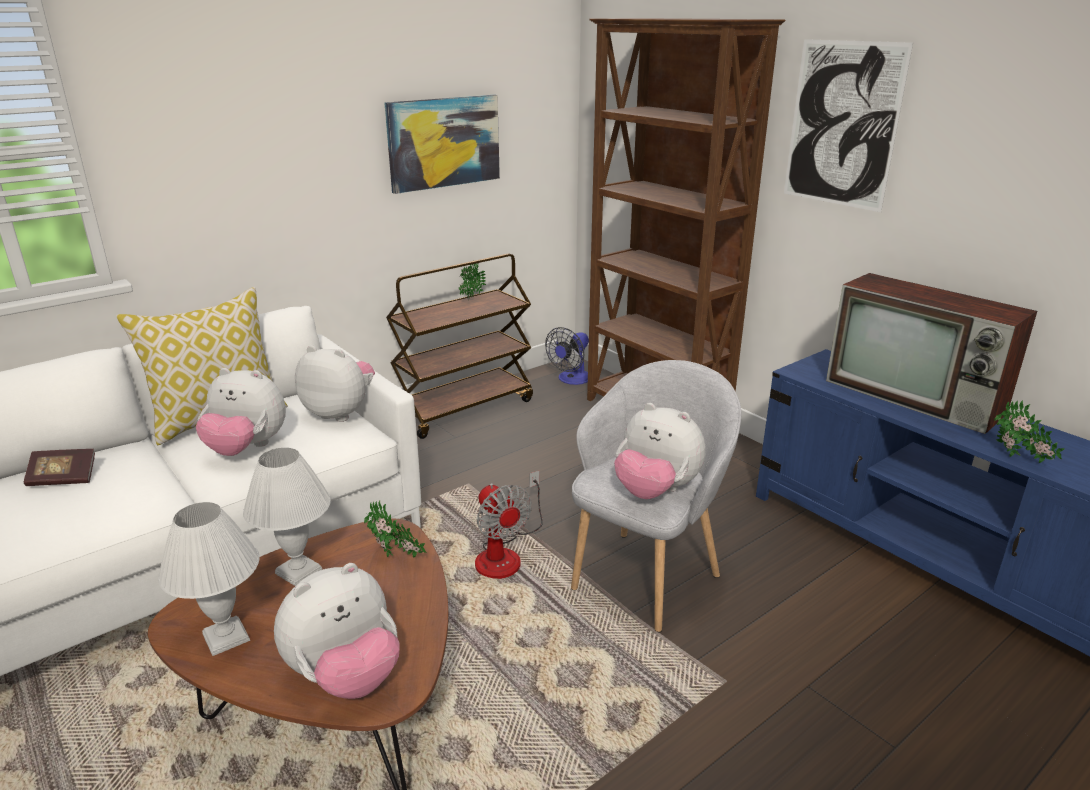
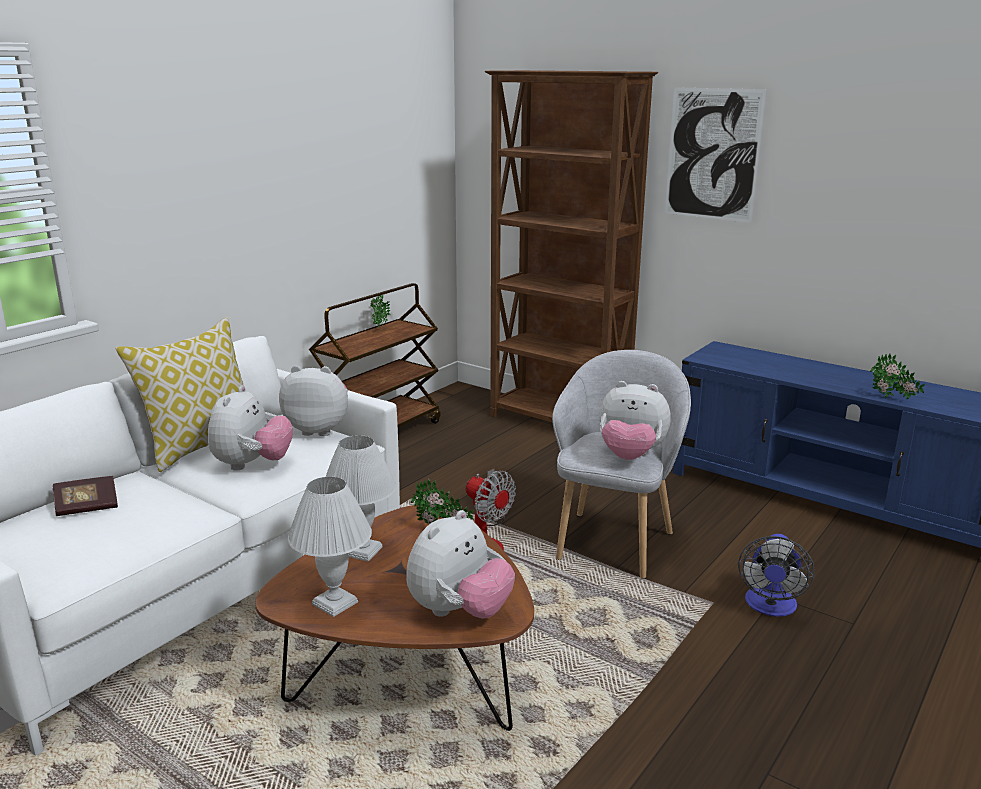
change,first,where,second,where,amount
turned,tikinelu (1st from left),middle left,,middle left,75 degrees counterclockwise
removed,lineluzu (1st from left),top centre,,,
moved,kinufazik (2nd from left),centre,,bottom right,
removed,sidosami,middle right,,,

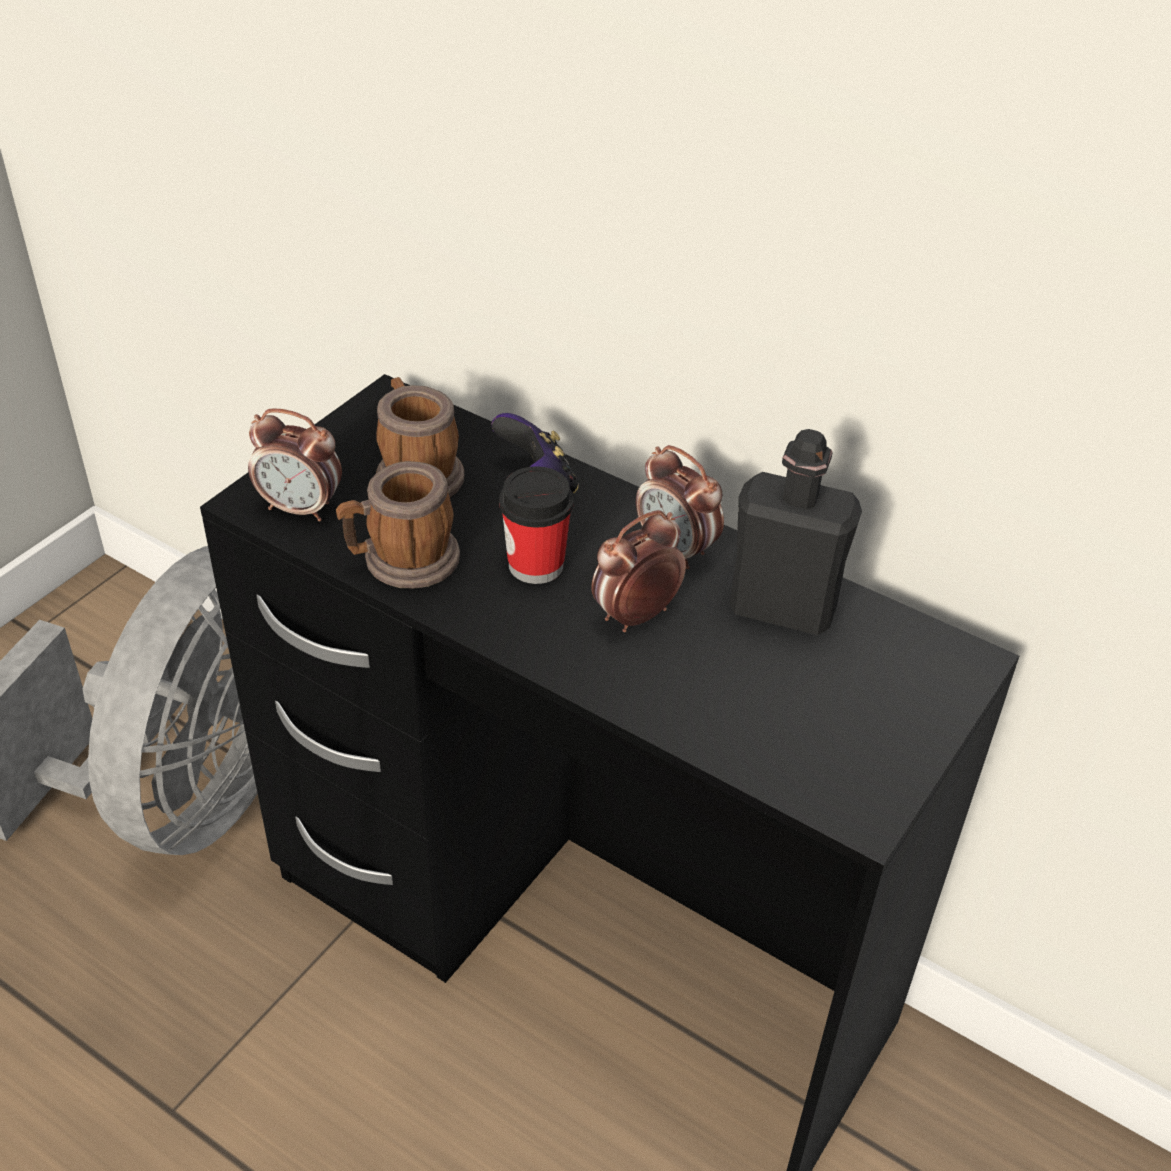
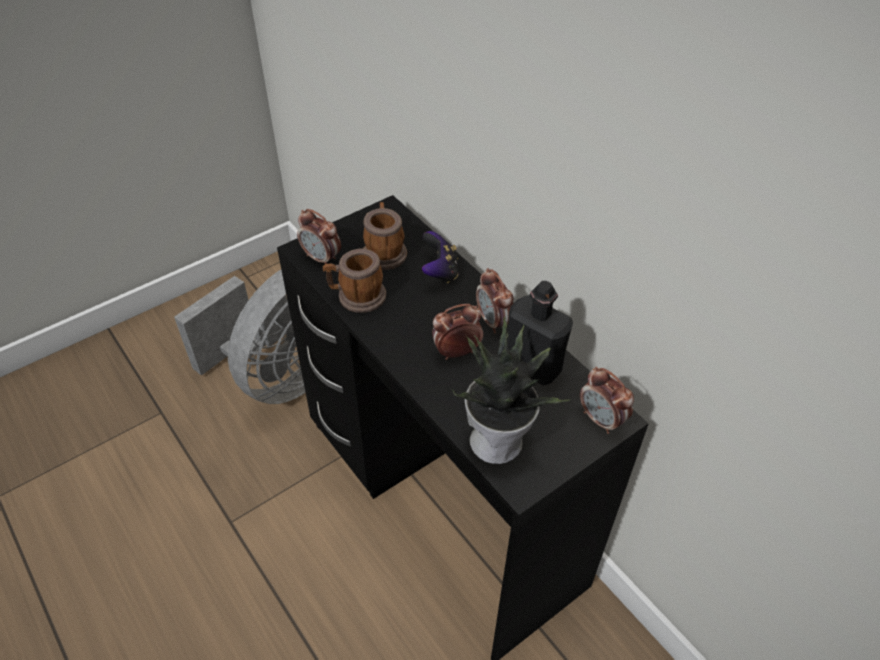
change,first,where,second,where,amount
removed,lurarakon,centre,,,
added,,,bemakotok,centre,
added,,,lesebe (4th from left),middle right,

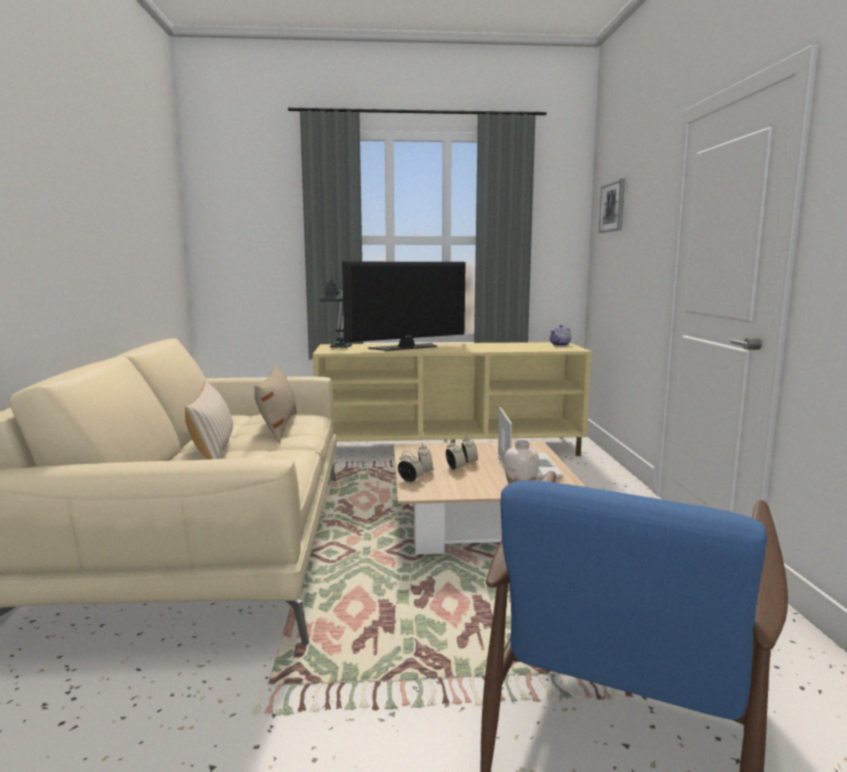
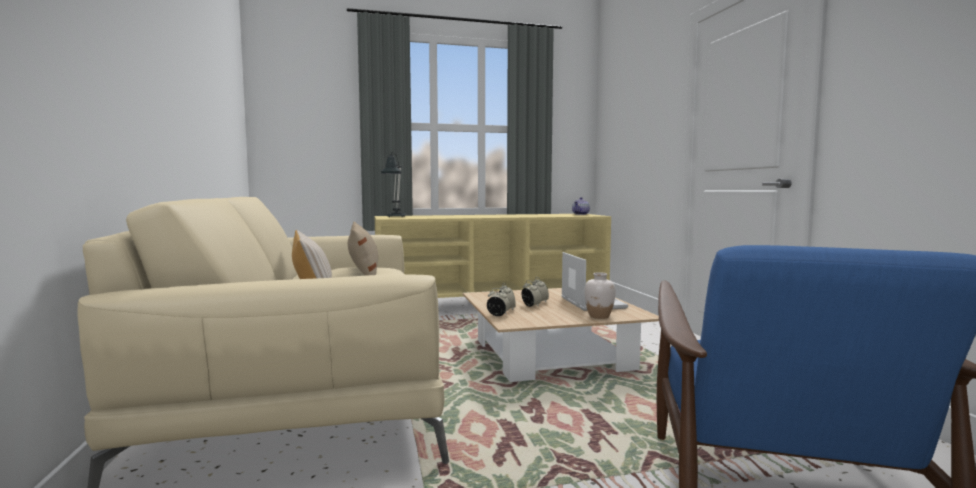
change,first,where,second,where,amount
removed,sidosami,centre,,,
removed,lineluzu,top right,,,

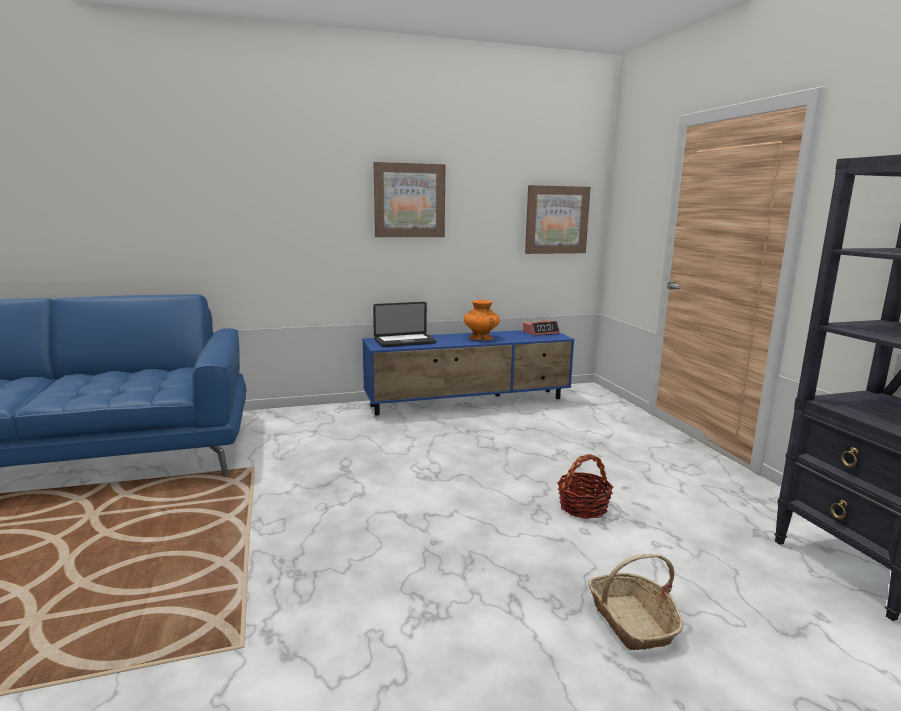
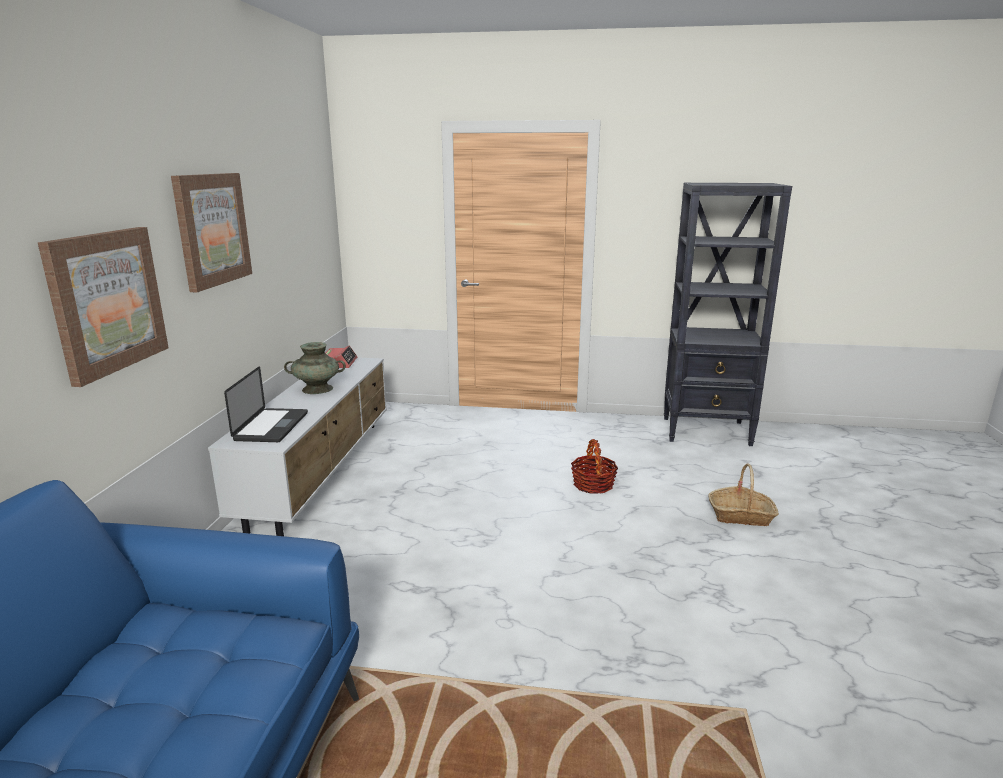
change,first,where,second,where,amount
recoloured,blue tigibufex,centre,white tigibufex,middle left,
recoloured,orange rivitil,centre,turquoise rivitil,middle left,
moved,lineluzu (2nd from left in the first image),top centre,lineluzu (1st from left),middle left,

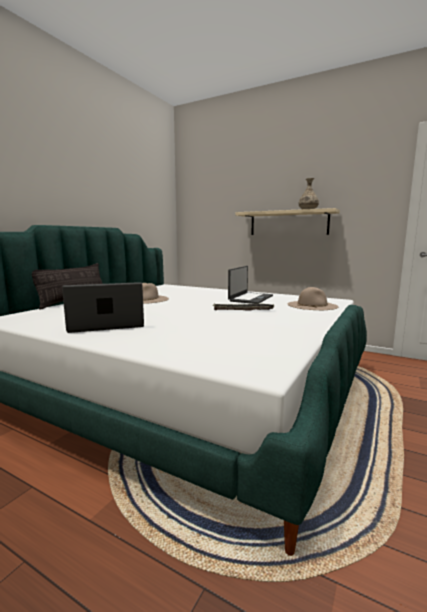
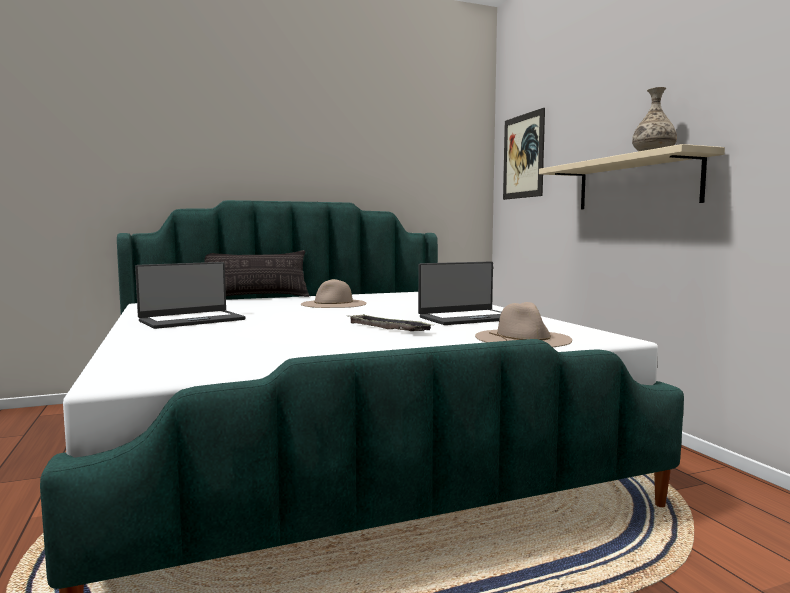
change,first,where,second,where,amount
turned,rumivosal (1st from left),middle left,,middle left,120 degrees clockwise
added,,,lineluzu,top centre,

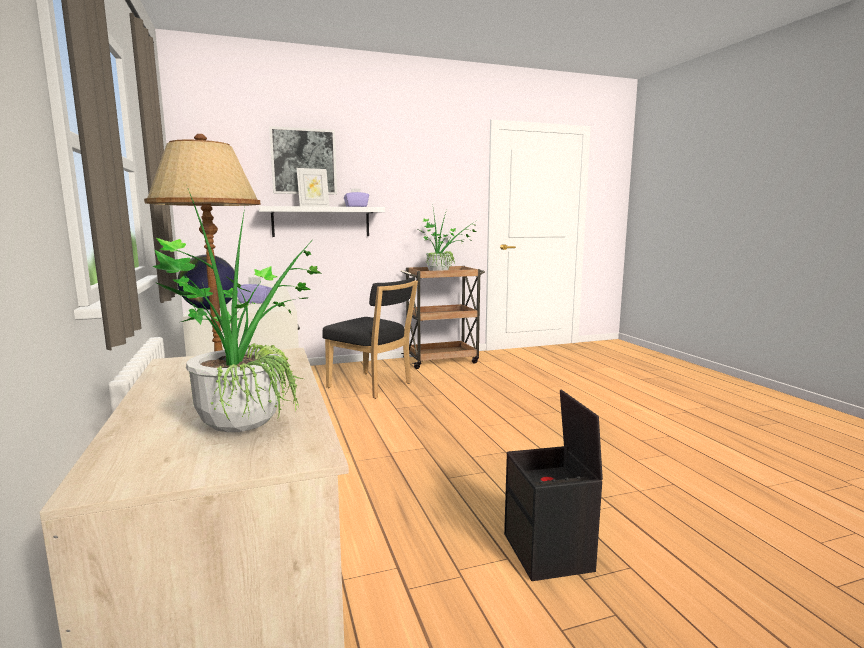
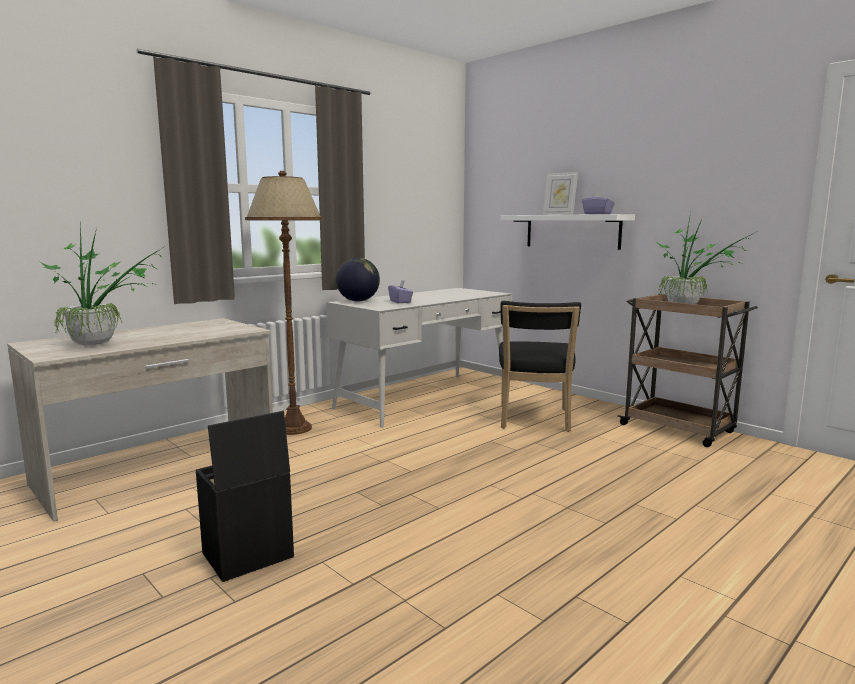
change,first,where,second,where,amount
removed,lineluzu,top centre,,,

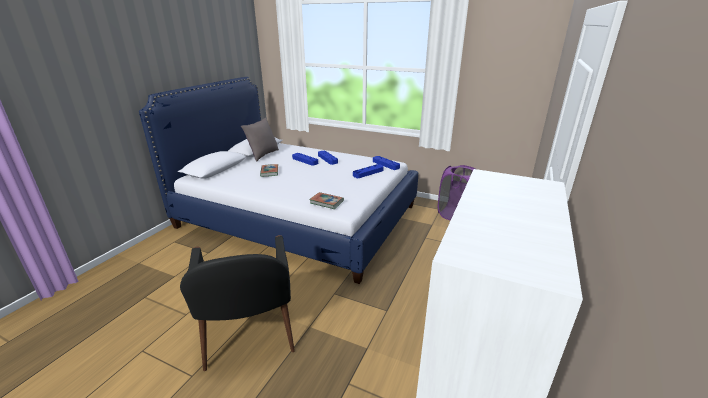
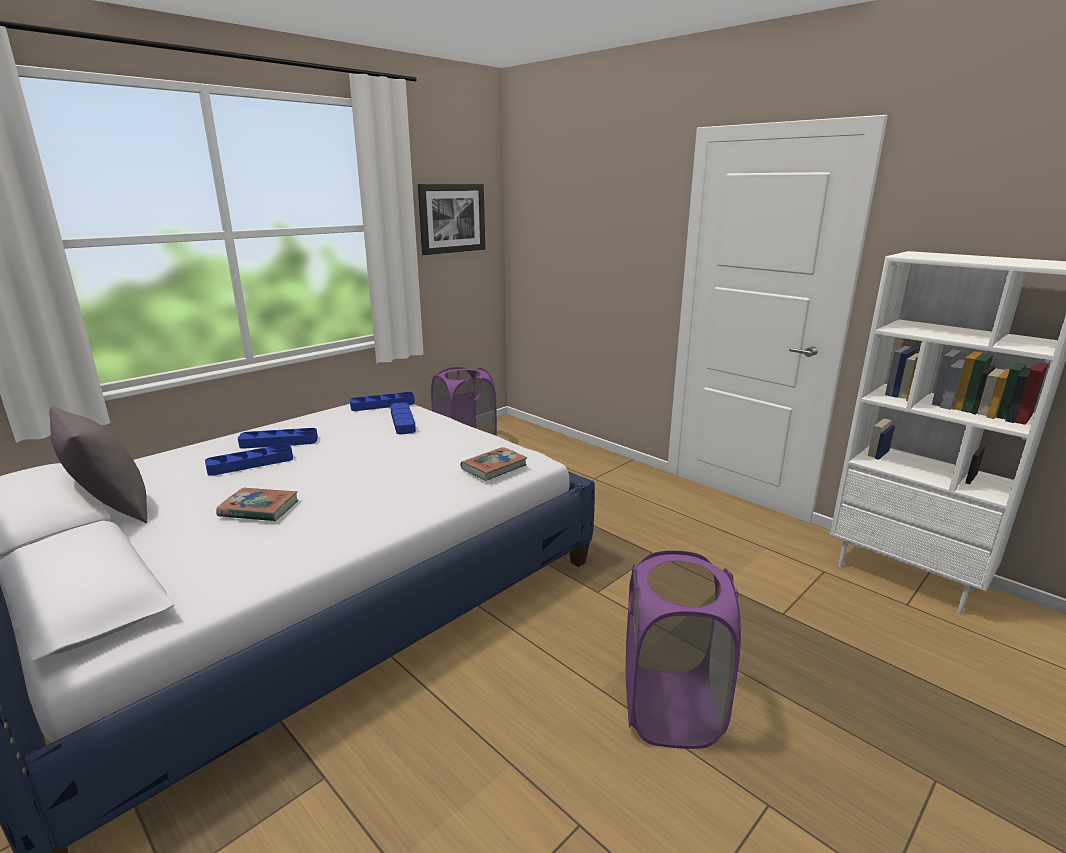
change,first,where,second,where,amount
replaced,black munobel,bottom centre,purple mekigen (2nd from left),bottom centre,
added,,,lineluzu,top centre,

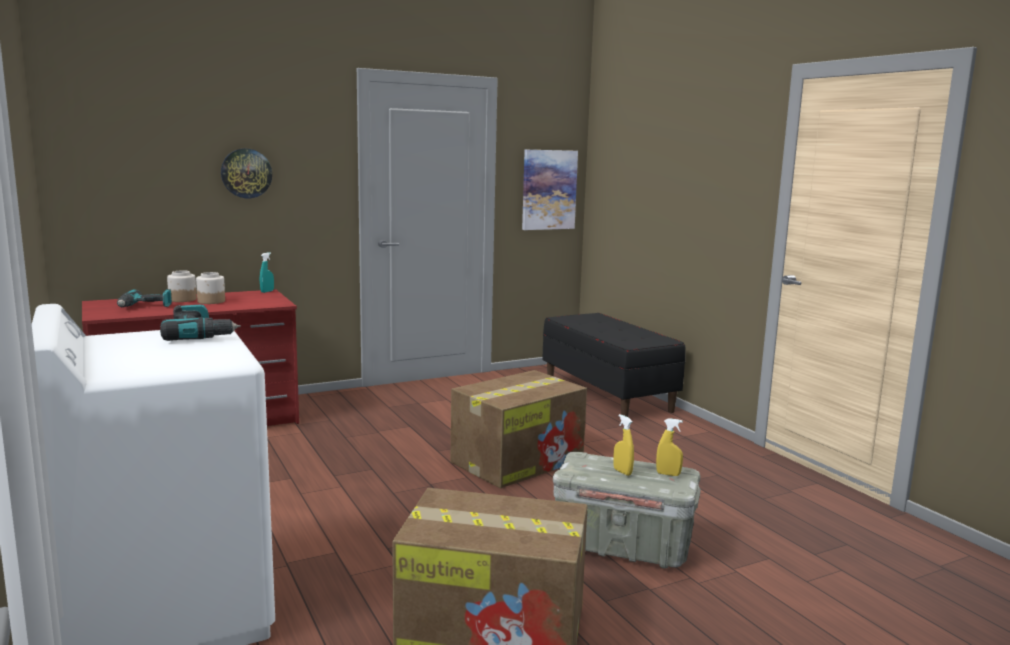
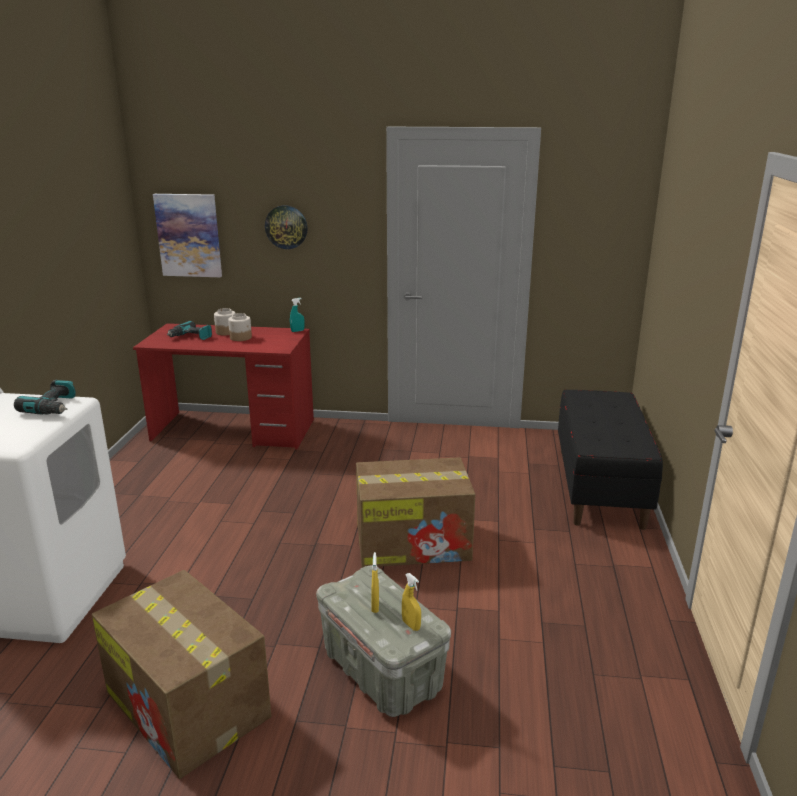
change,first,where,second,where,amount
moved,lineluzu,top centre,,top left,

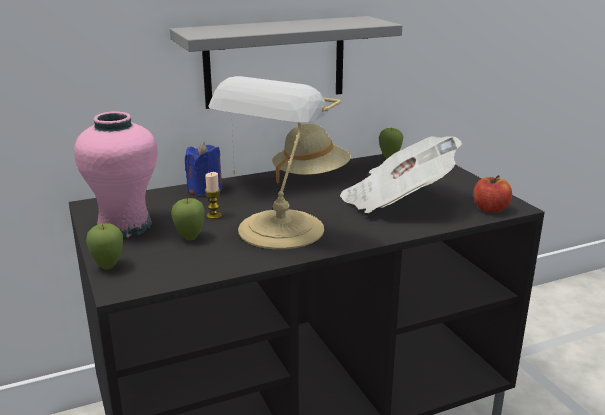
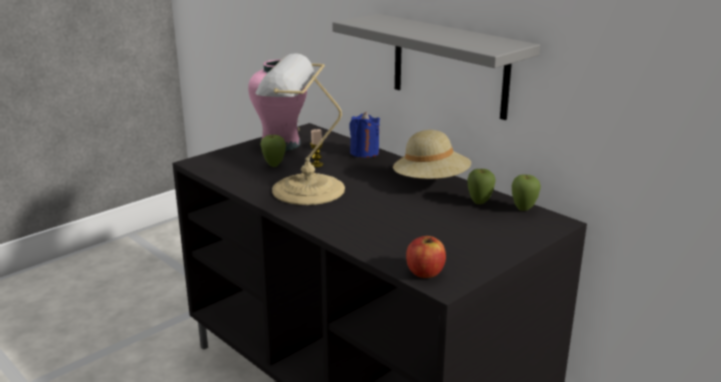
change,first,where,second,where,amount
moved,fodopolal (1st from left in the first image),middle left,fodopolal (3rd from left),middle right,
removed,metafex,centre,,,

